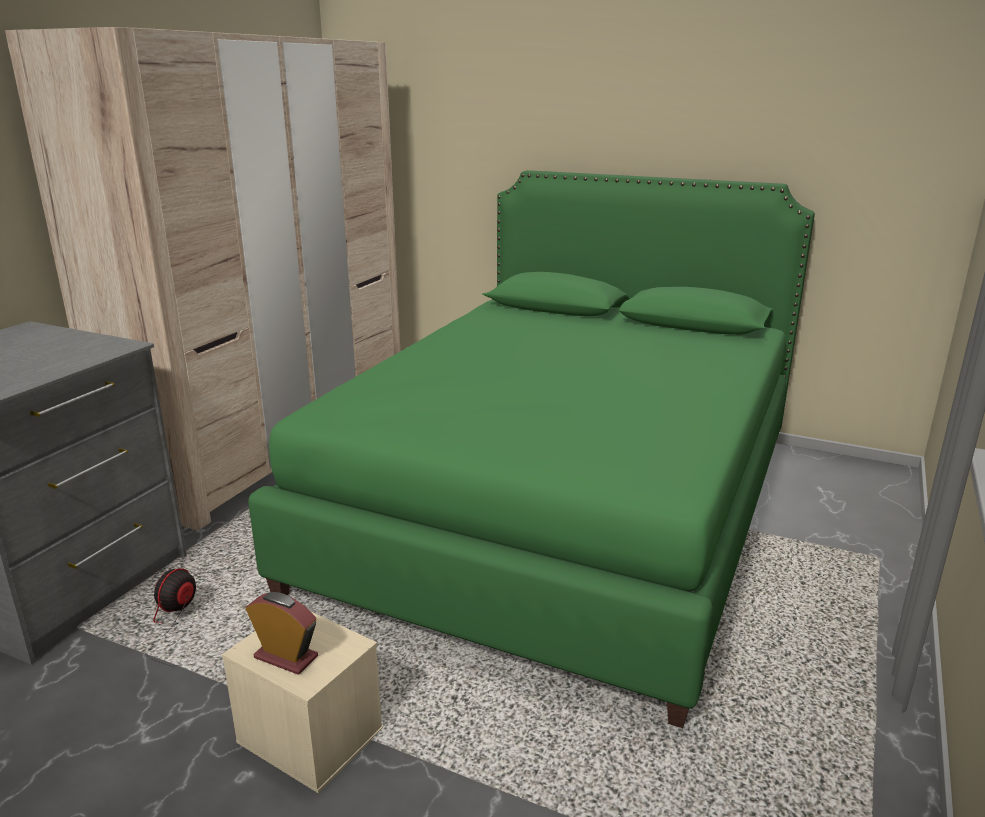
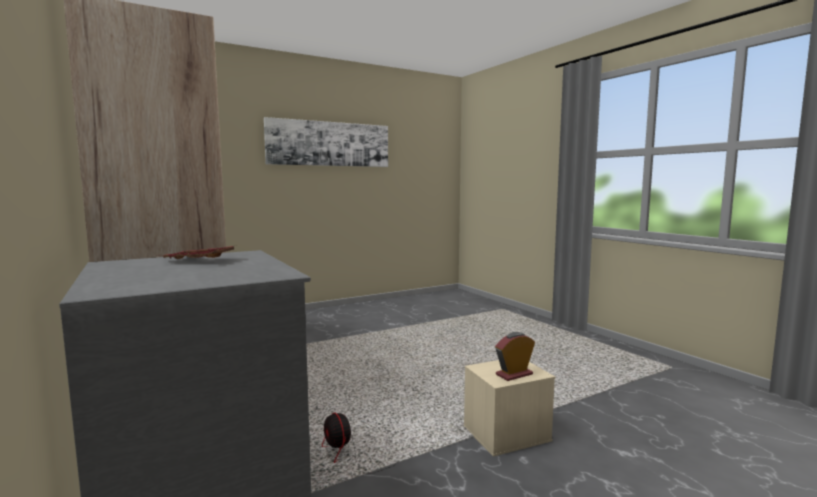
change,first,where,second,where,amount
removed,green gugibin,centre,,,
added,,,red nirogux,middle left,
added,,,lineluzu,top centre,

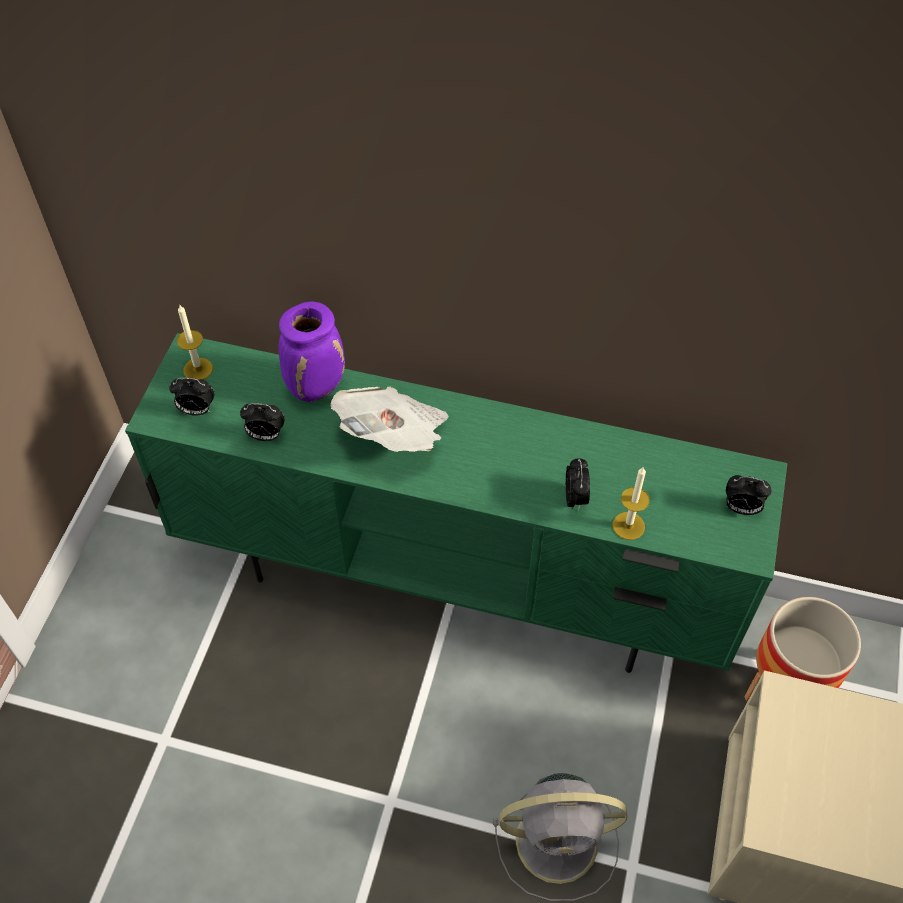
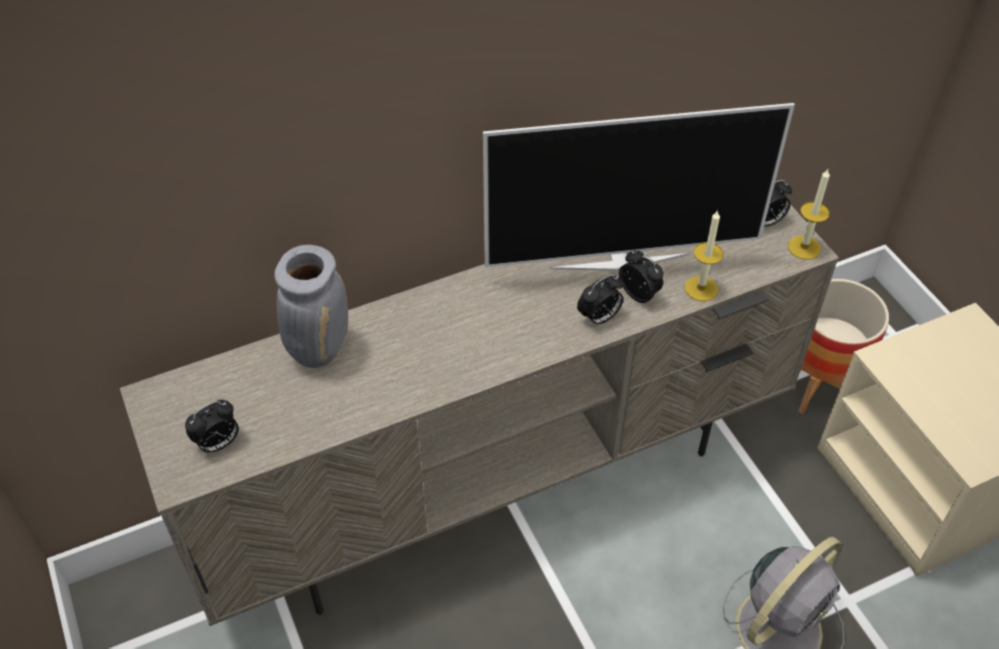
change,first,where,second,where,amount
recoloured,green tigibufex,centre,beige tigibufex,centre,
moved,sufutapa (1st from left in the first image),middle left,sufutapa (2nd from left),top right,
moved,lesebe (2nd from left),middle left,,centre,
recoloured,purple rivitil,centre,grey rivitil,middle left,
removed,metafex,centre,,,
added,,,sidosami,top centre,

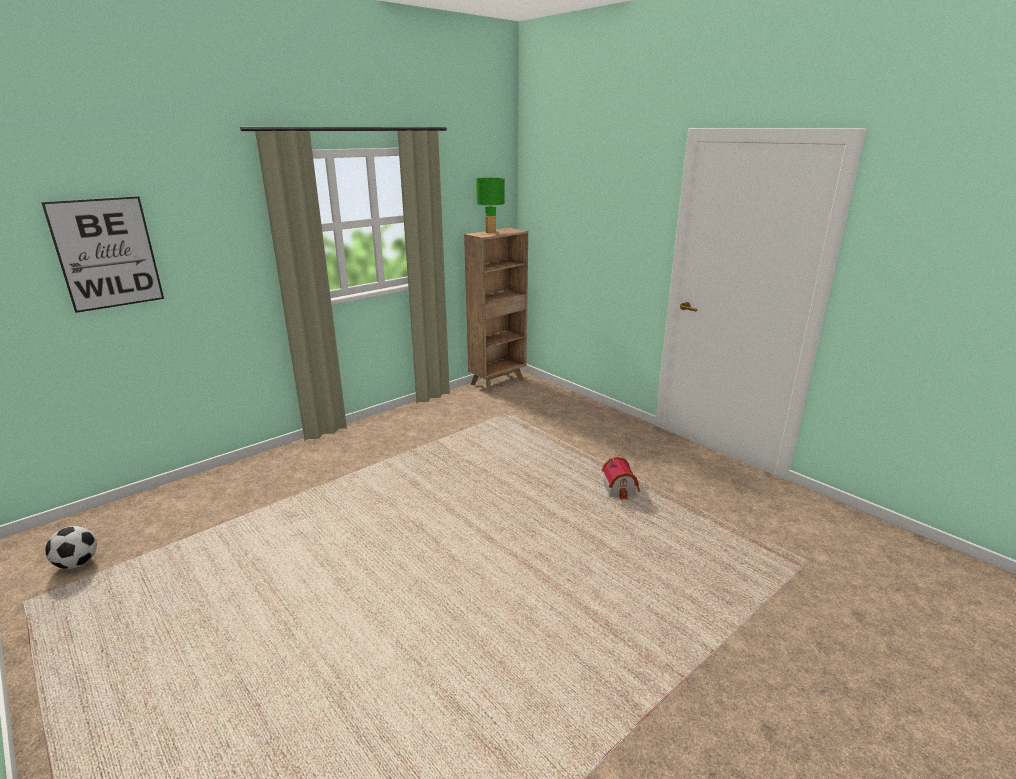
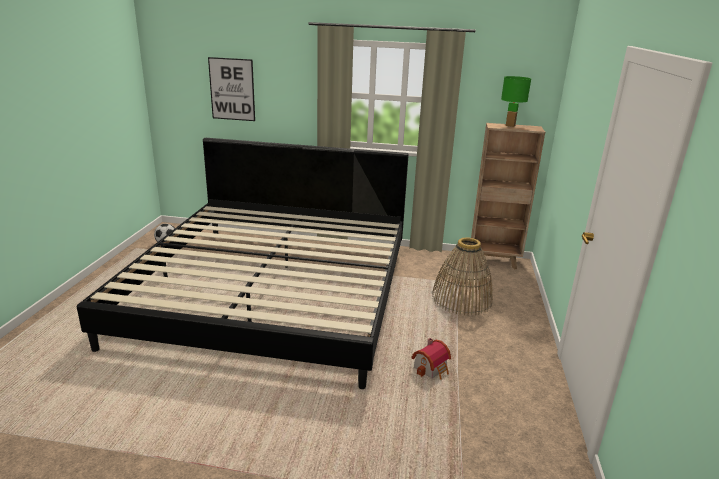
change,first,where,second,where,amount
added,,,gugibin,centre,
added,,,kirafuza,centre,

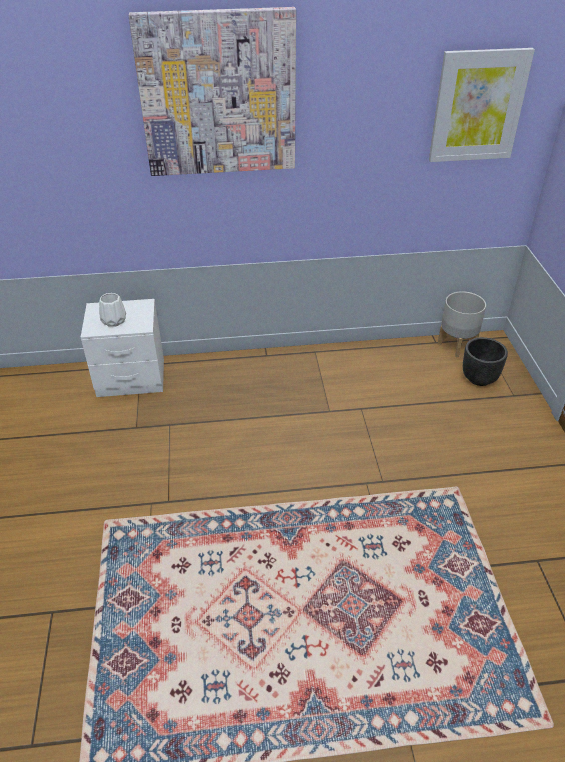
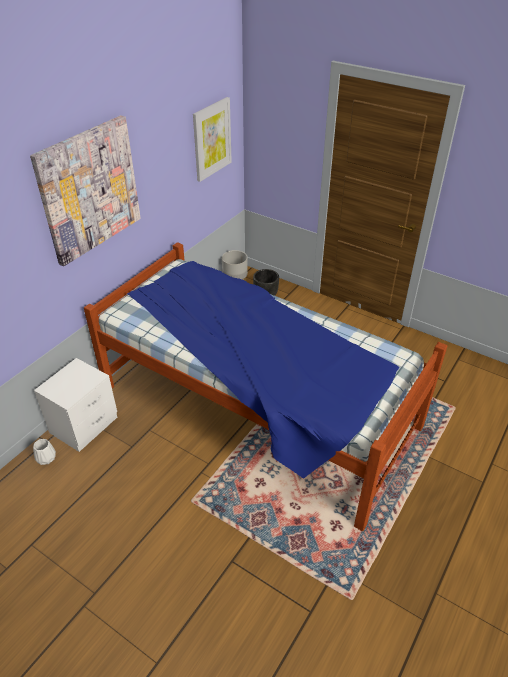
change,first,where,second,where,amount
moved,white rivitil,middle left,,bottom left,
added,,,gugibin,centre,

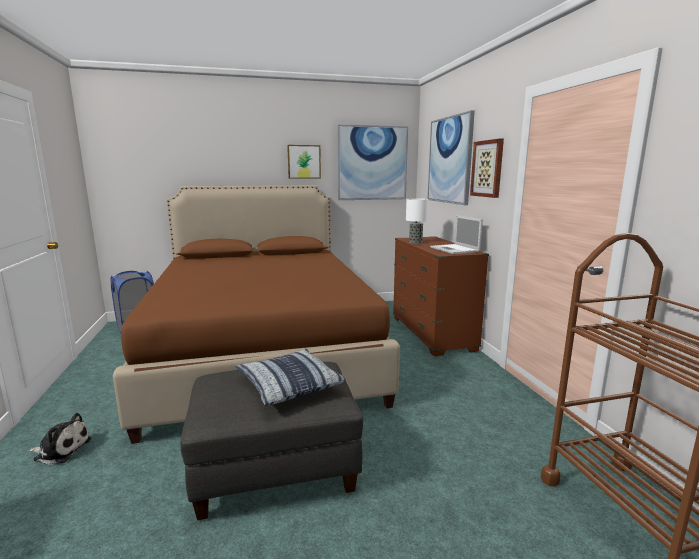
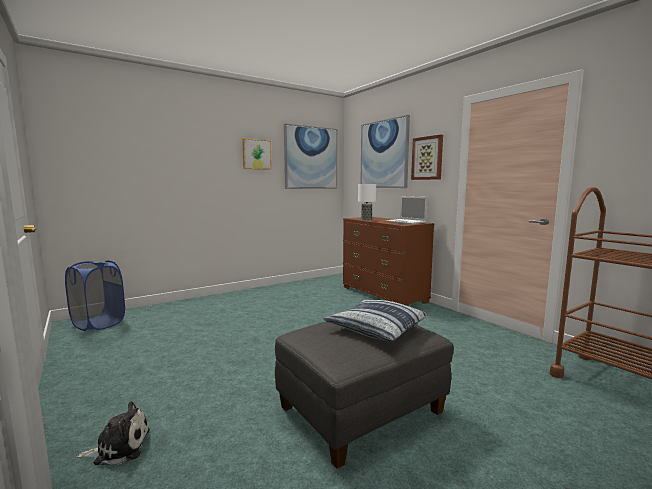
change,first,where,second,where,amount
removed,brown gugibin,centre,,,

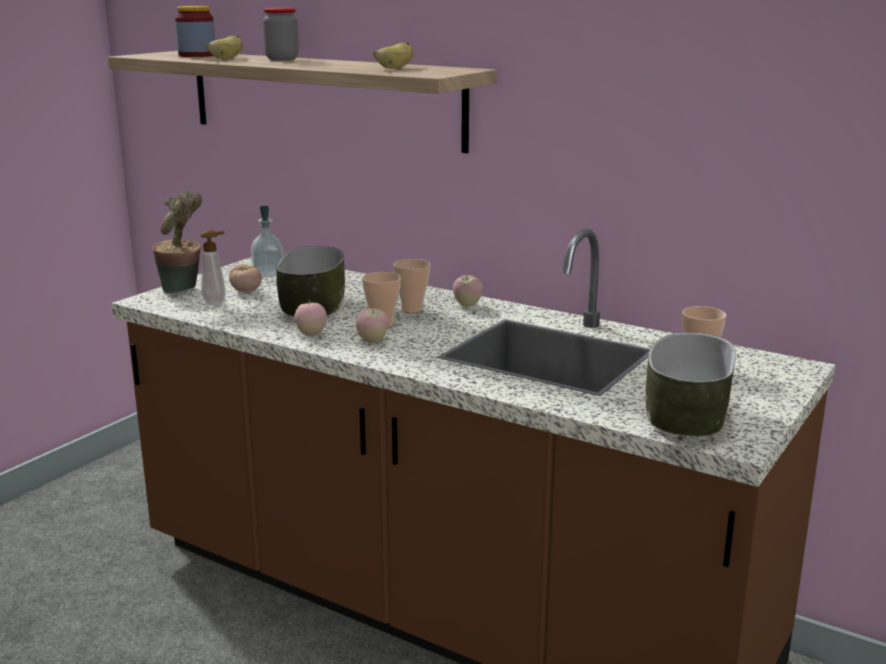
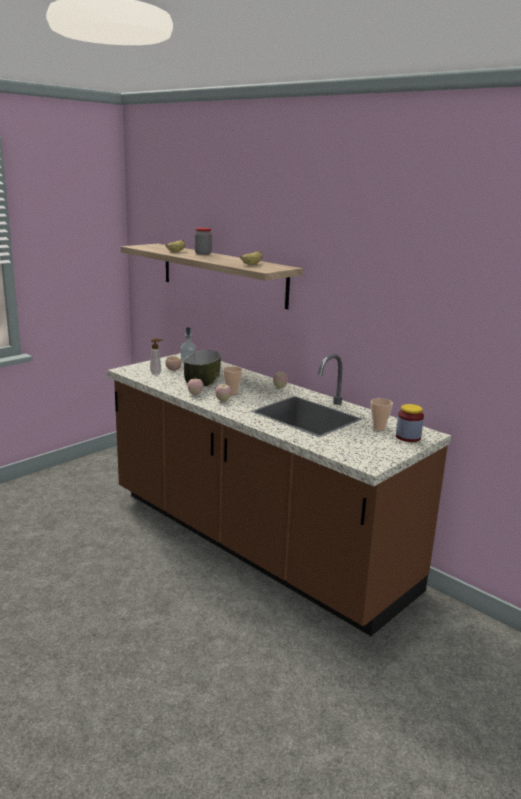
change,first,where,second,where,amount
removed,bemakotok,middle left,,,
moved,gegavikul (1st from left in the first image),top left,gegavikul (2nd from left),middle right,
removed,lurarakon (2nd from left),centre,,,
removed,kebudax (2nd from left),middle right,,,

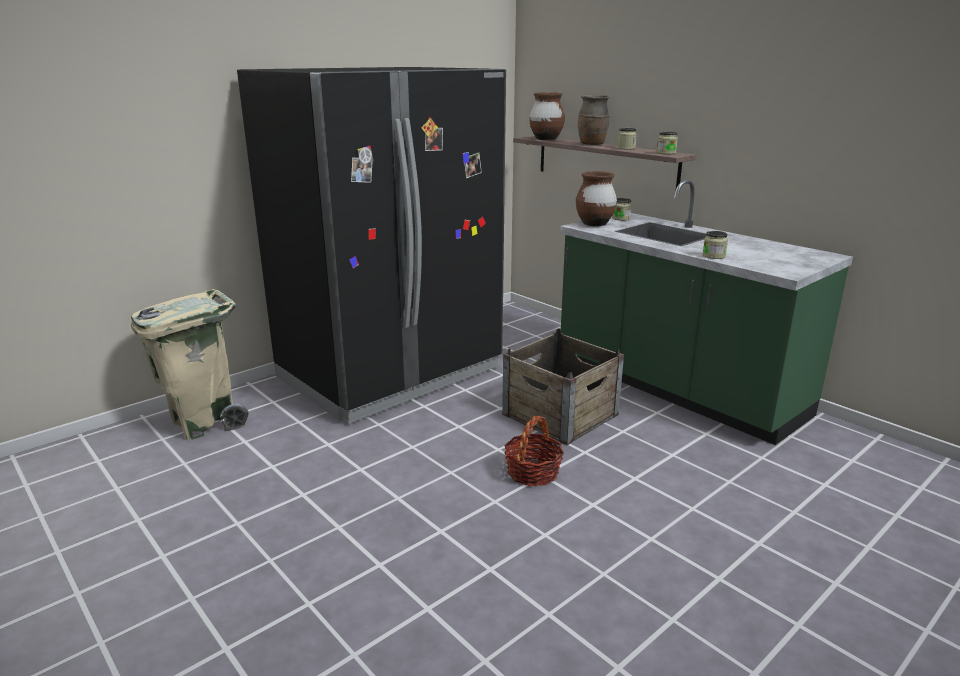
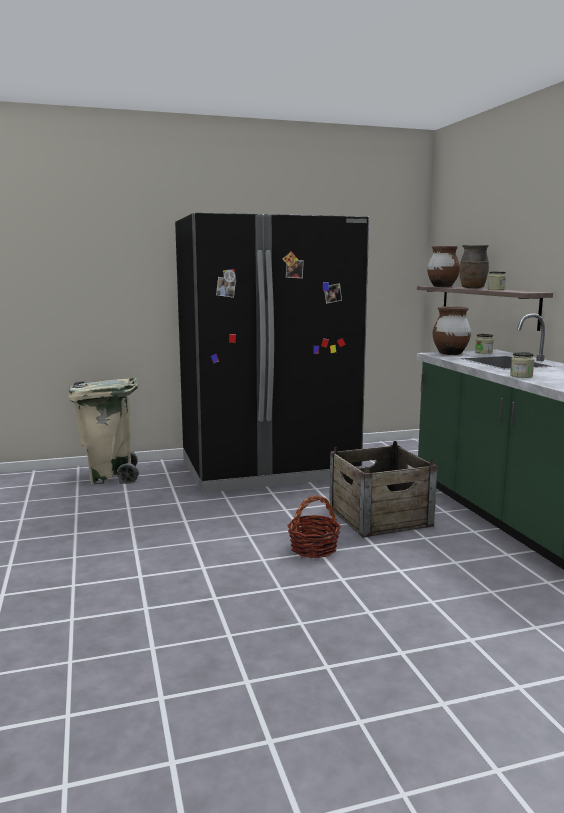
change,first,where,second,where,amount
removed,gegavikul (3rd from left),top right,,,

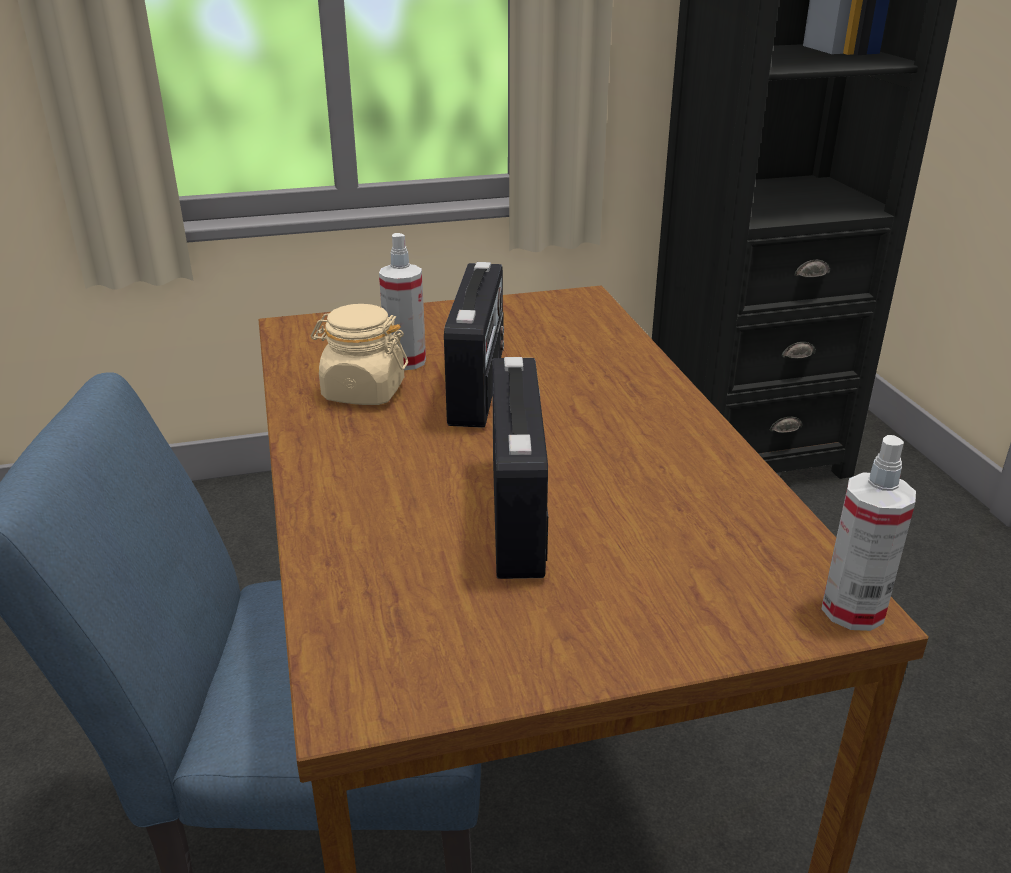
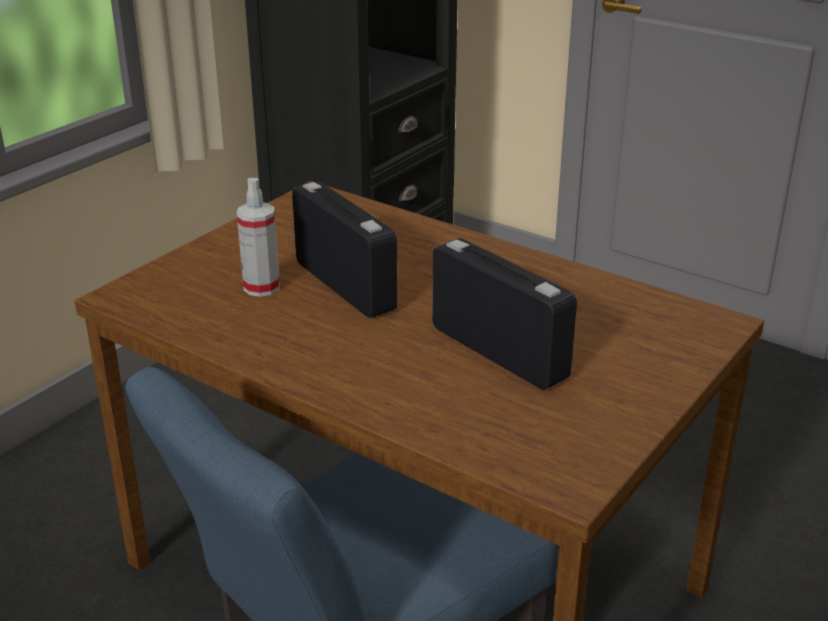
change,first,where,second,where,amount
removed,beige gegavikul,centre,,,
removed,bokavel (2nd from left),middle right,,,

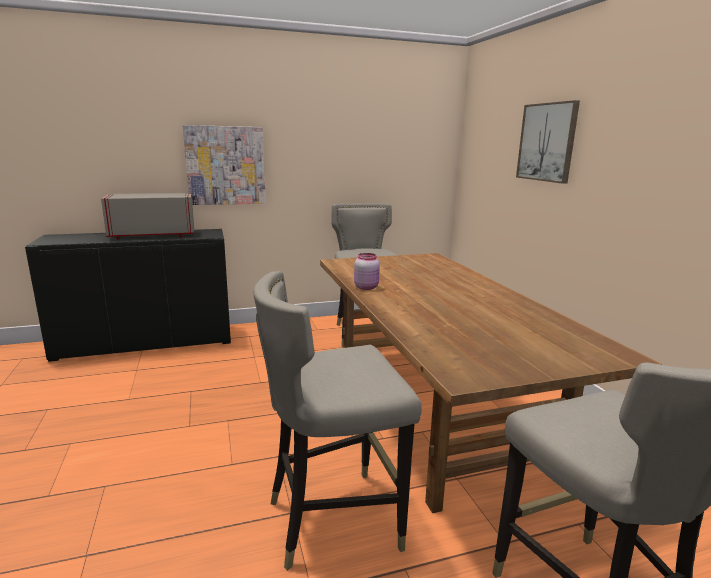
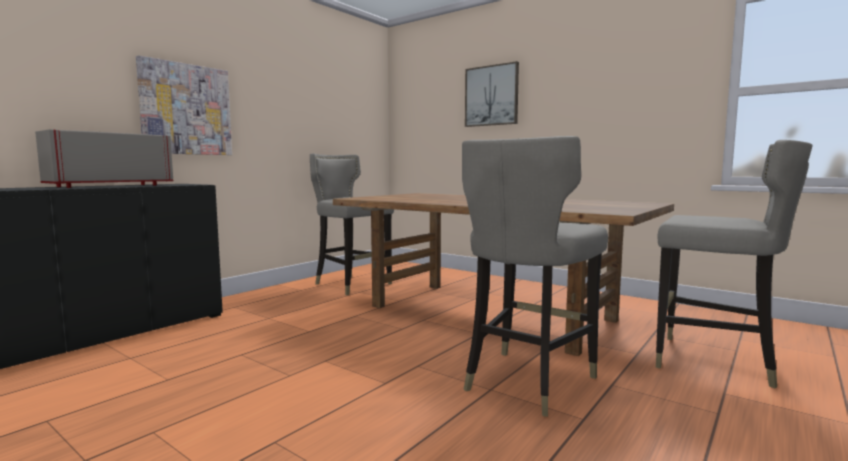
change,first,where,second,where,amount
removed,pink gegavikul,centre,,,

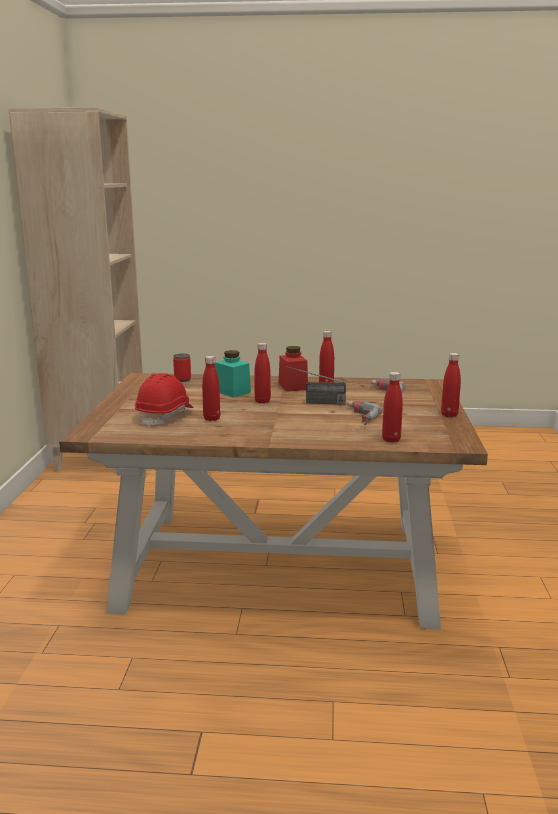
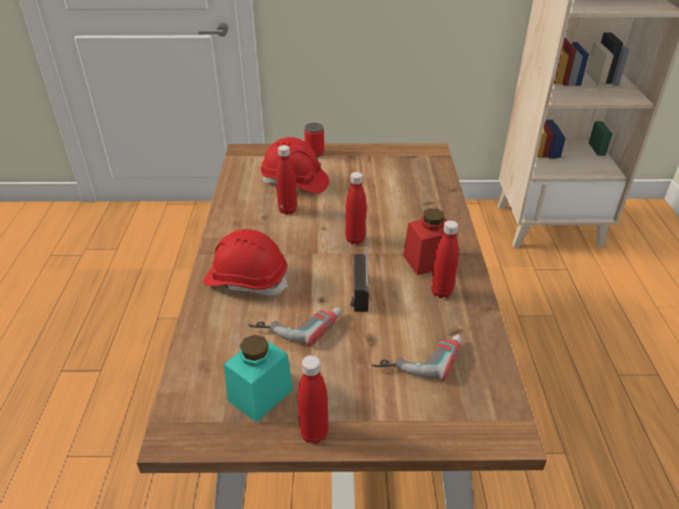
change,first,where,second,where,amount
moved,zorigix,middle left,,top centre,
moved,turquoise gegavikul,centre,,bottom centre,
removed,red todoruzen (4th from left),middle right,,,
added,,,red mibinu (1st from left),centre,

